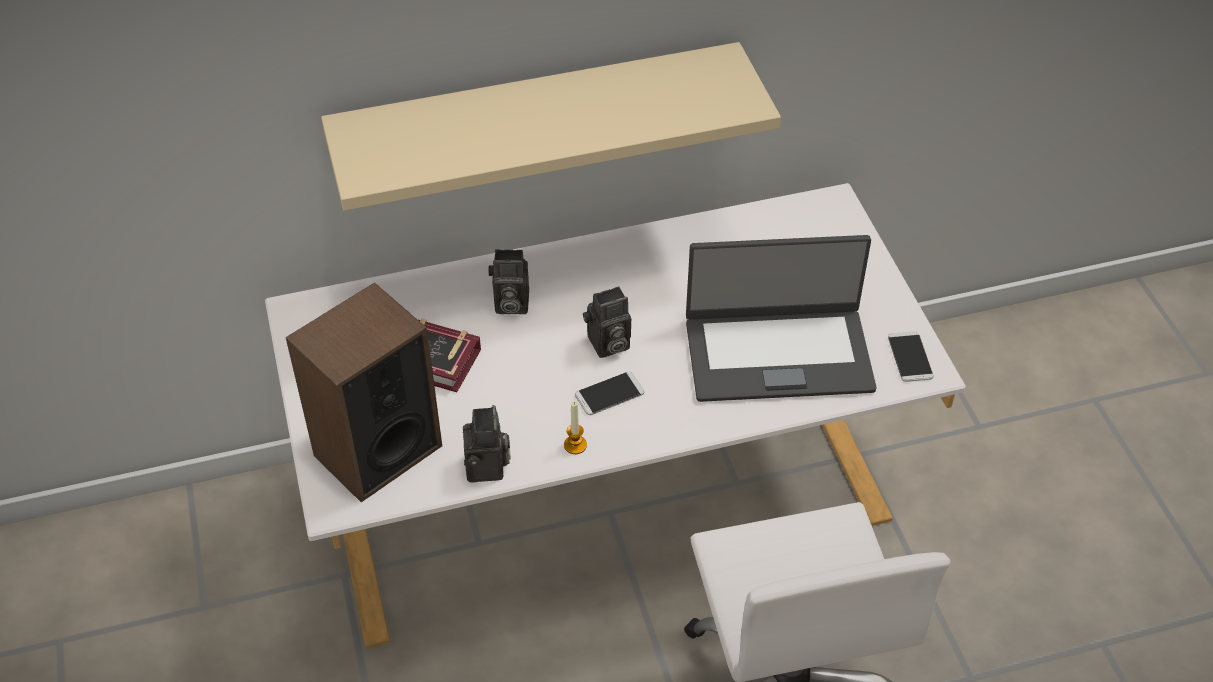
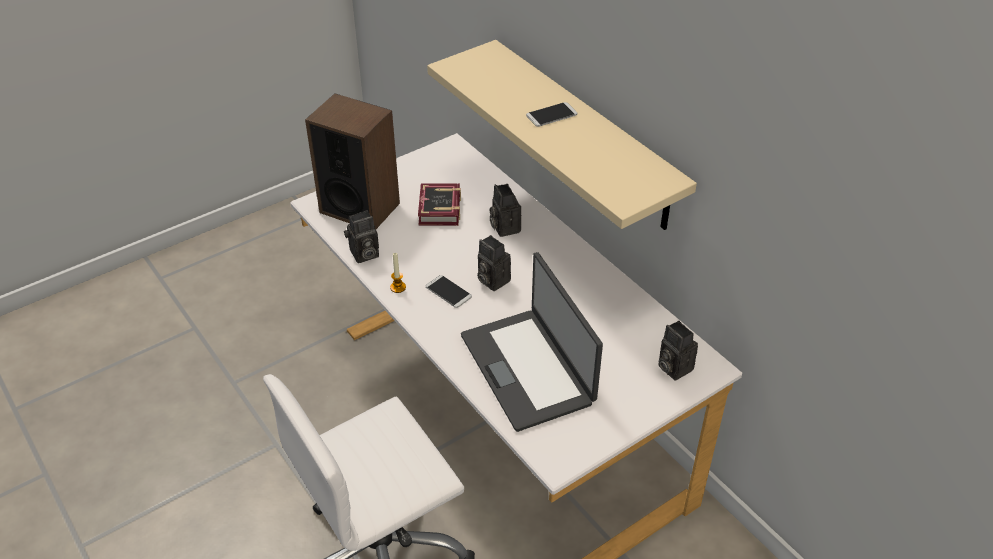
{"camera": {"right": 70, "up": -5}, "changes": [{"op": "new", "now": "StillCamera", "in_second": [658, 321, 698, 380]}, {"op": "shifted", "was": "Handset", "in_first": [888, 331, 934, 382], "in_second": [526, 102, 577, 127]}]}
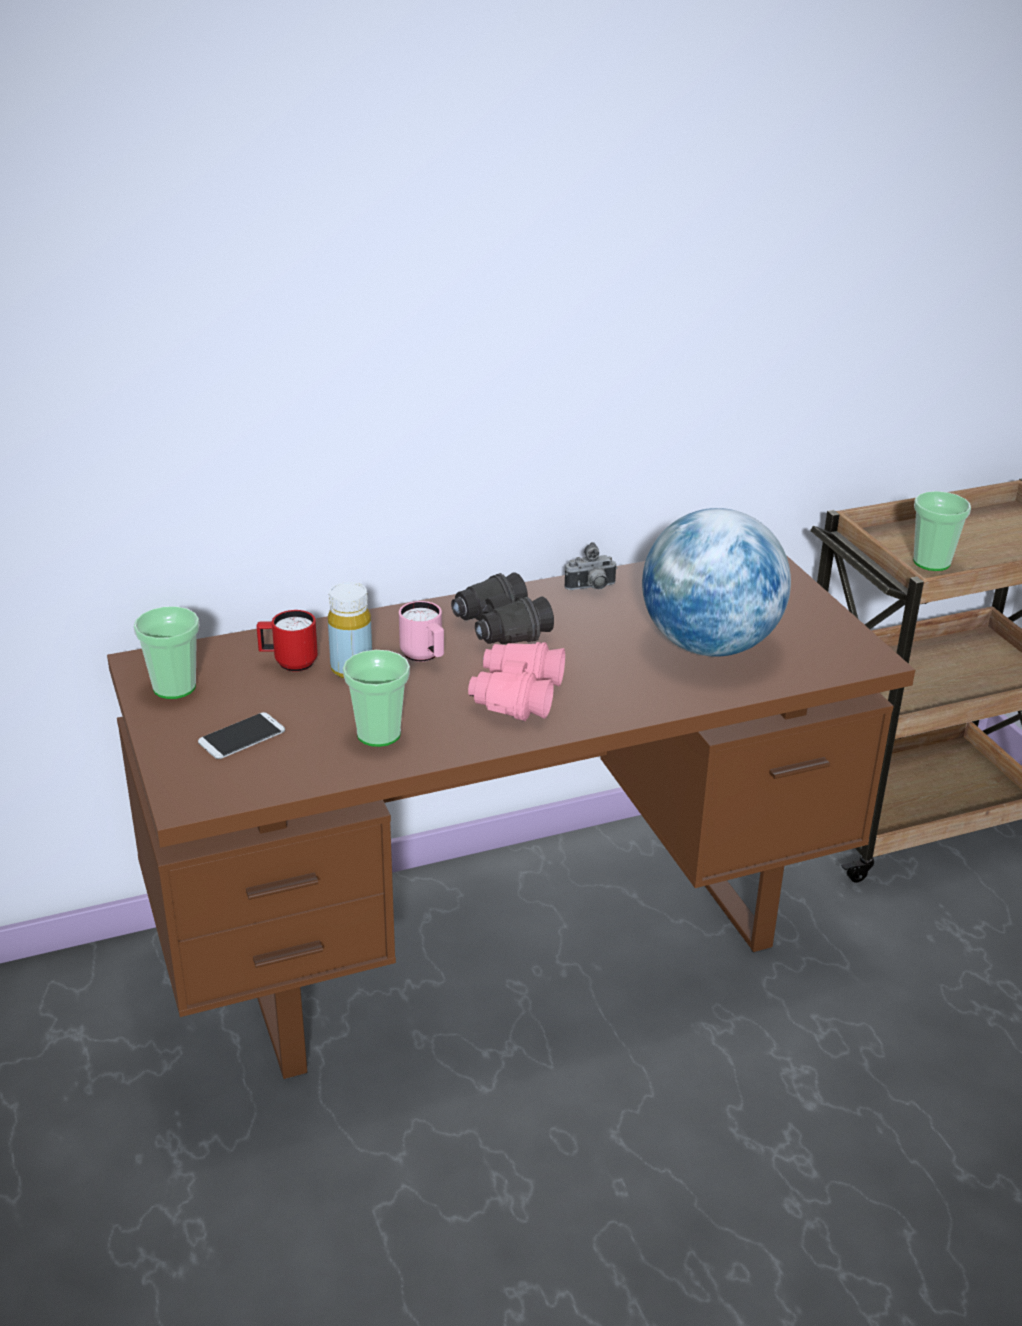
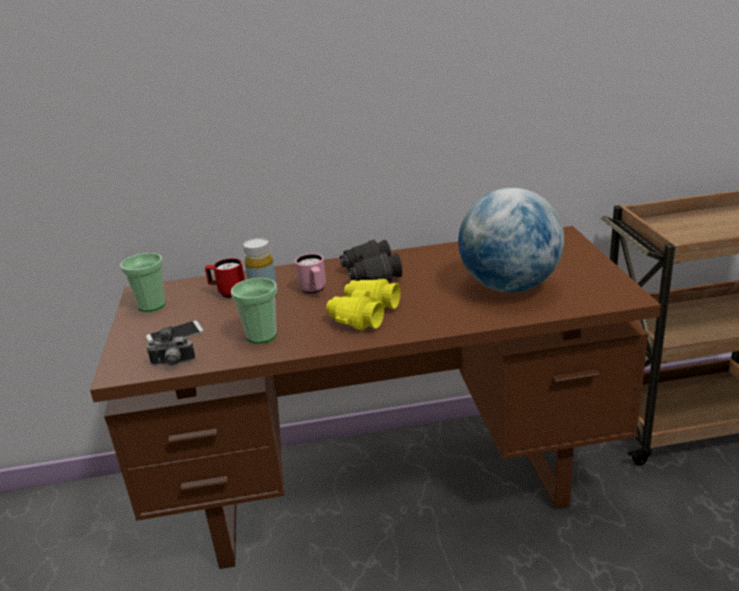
{"camera": {"right": 15, "up": -5}, "changes": [{"op": "gone", "was": "SmallCup", "in_first": [913, 491, 971, 571]}, {"op": "shifted", "was": "StillCamera", "in_first": [564, 542, 617, 590], "in_second": [147, 326, 195, 366]}, {"op": "repainted", "was": "PinkColouredPairOfBinoculars", "now": "YellowColouredPairOfBinoculars", "in_first": [468, 642, 565, 721], "in_second": [326, 279, 401, 331]}]}
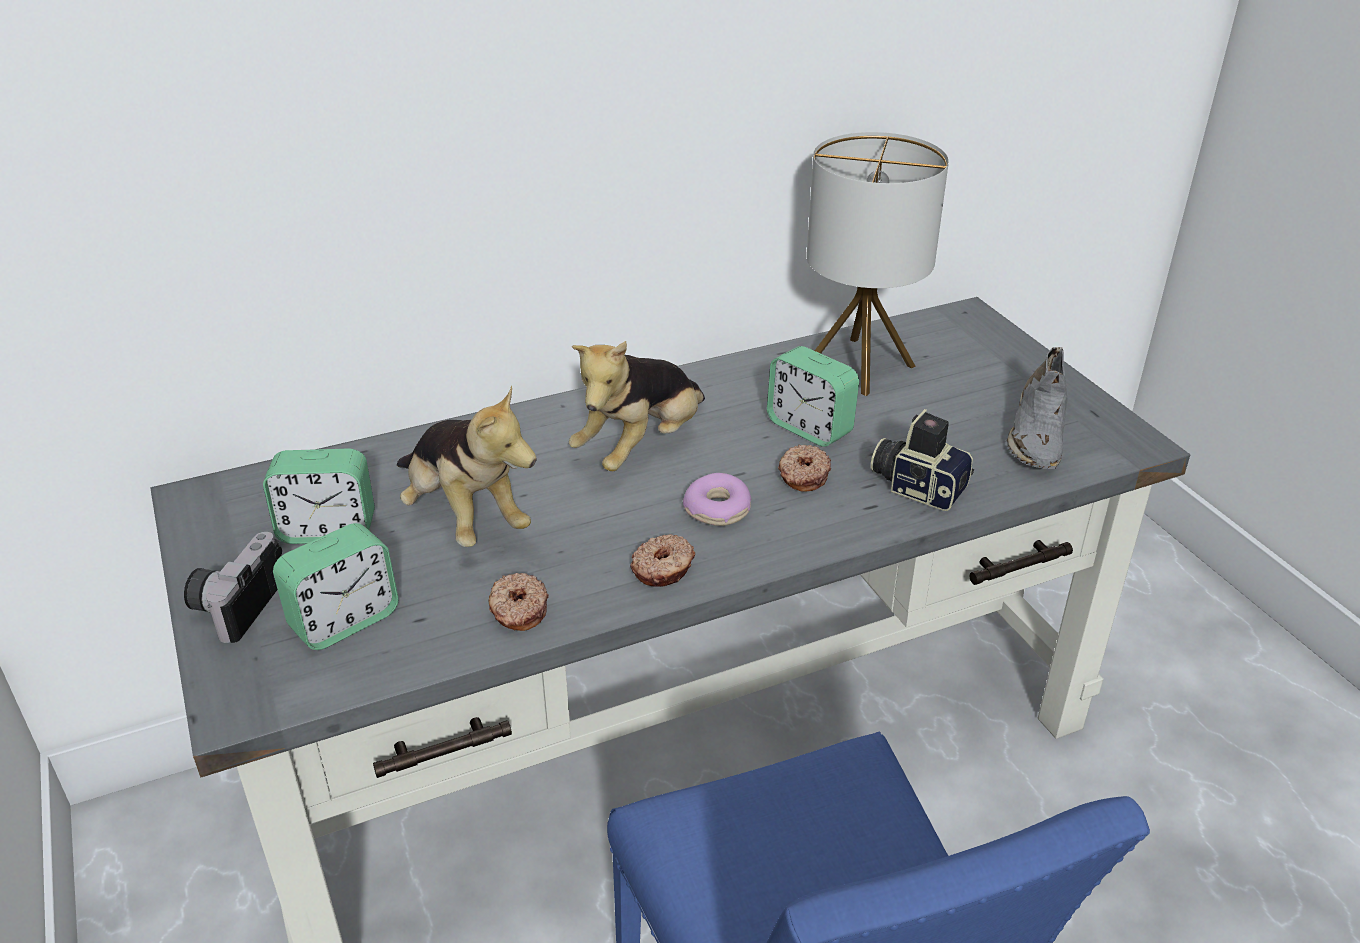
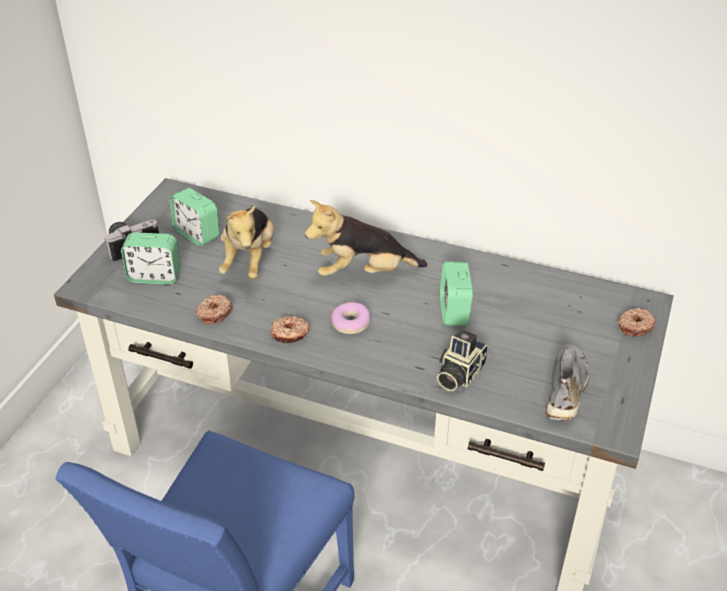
{"camera": {"right": 45, "up": 5}, "changes": [{"op": "gone", "was": "LampForATable", "in_first": [806, 132, 949, 396]}, {"op": "shifted", "was": "RingDoughnut", "in_first": [778, 445, 831, 492], "in_second": [618, 308, 656, 336]}, {"op": "rotated", "was": "StillCamera", "in_first": [871, 409, 974, 511], "in_second": [437, 329, 488, 391], "clockwise": -135}, {"op": "rotated", "was": "GreyShoe", "in_first": [1006, 347, 1068, 469], "in_second": [545, 344, 589, 421], "clockwise": 135}]}
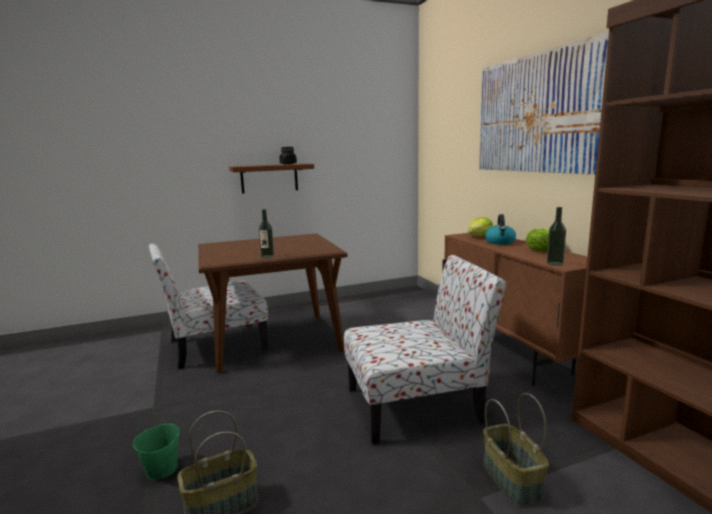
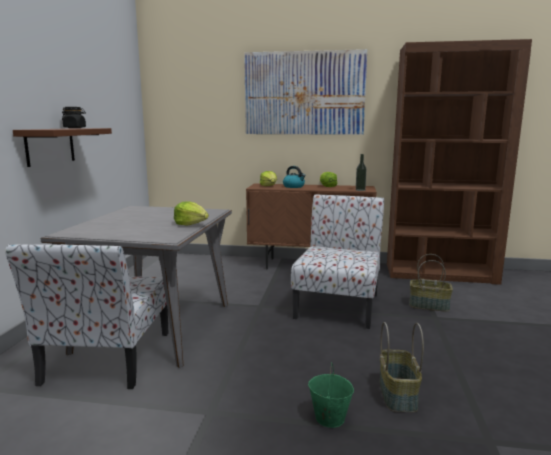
{"camera": {"right": -60, "up": 0}, "changes": [{"op": "swapped", "was": "Bottle", "now": "HeadOfLettuce", "in_first": [259, 209, 274, 258], "in_second": [174, 201, 209, 226]}, {"op": "repainted", "was": "BrownishDiningTable", "now": "GreyDiningTable", "in_first": [198, 233, 348, 374], "in_second": [41, 206, 232, 368]}]}
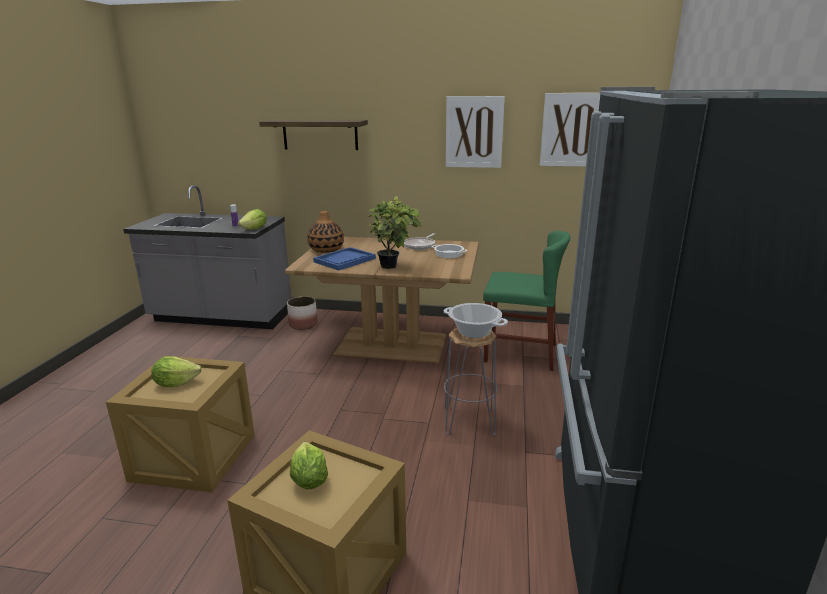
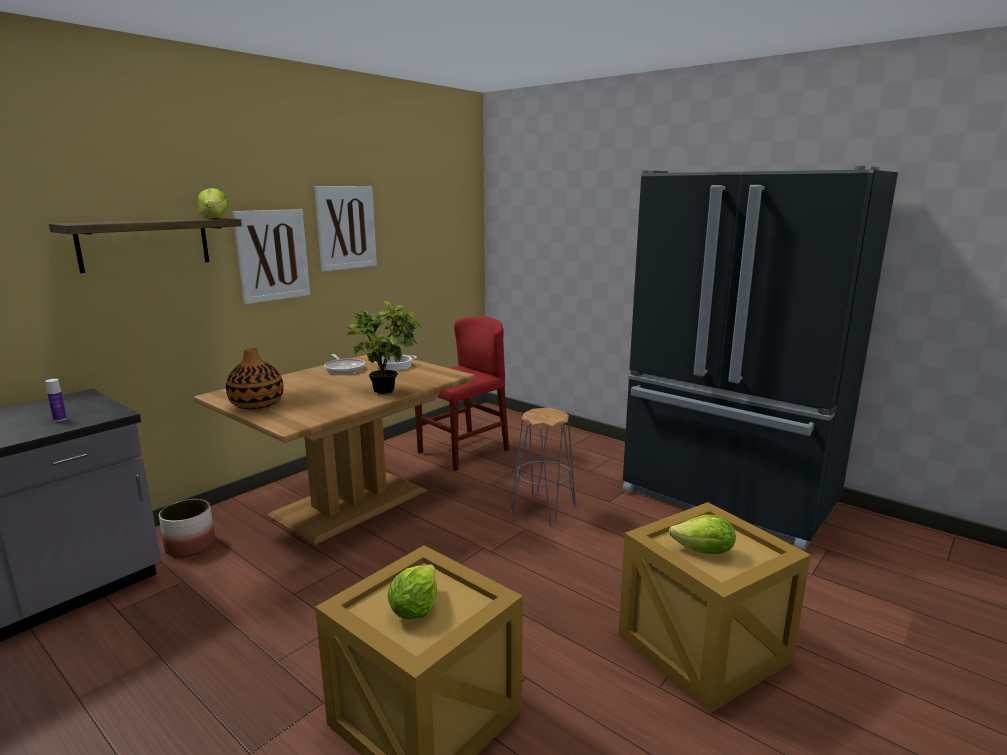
{"camera": {"right": -60, "up": -5}, "changes": [{"op": "gone", "was": "BlueTray", "in_first": [313, 247, 376, 271]}, {"op": "gone", "was": "Stockpot", "in_first": [444, 303, 508, 338]}, {"op": "shifted", "was": "HeadOfLettuce", "in_first": [238, 209, 267, 229], "in_second": [198, 188, 228, 219]}, {"op": "shifted", "was": "WallArt", "in_first": [540, 93, 600, 167], "in_second": [233, 209, 310, 304]}, {"op": "repainted", "was": "GreenishChair", "now": "RedChair", "in_first": [483, 230, 570, 371], "in_second": [415, 316, 509, 471]}]}
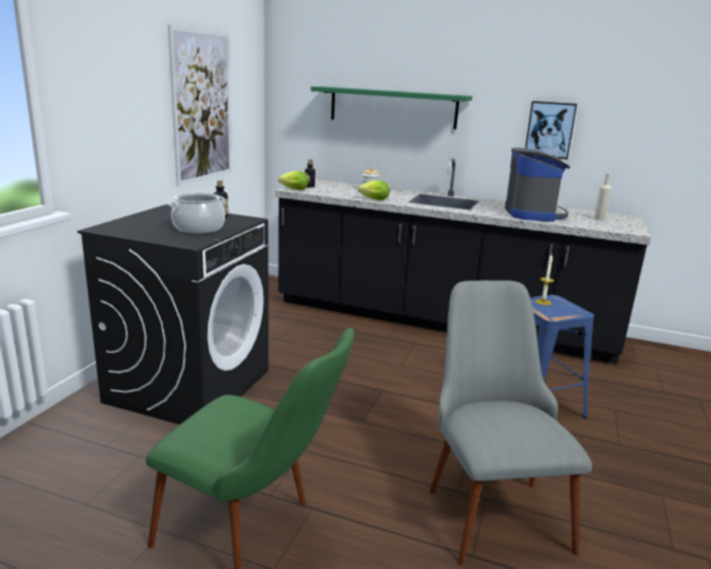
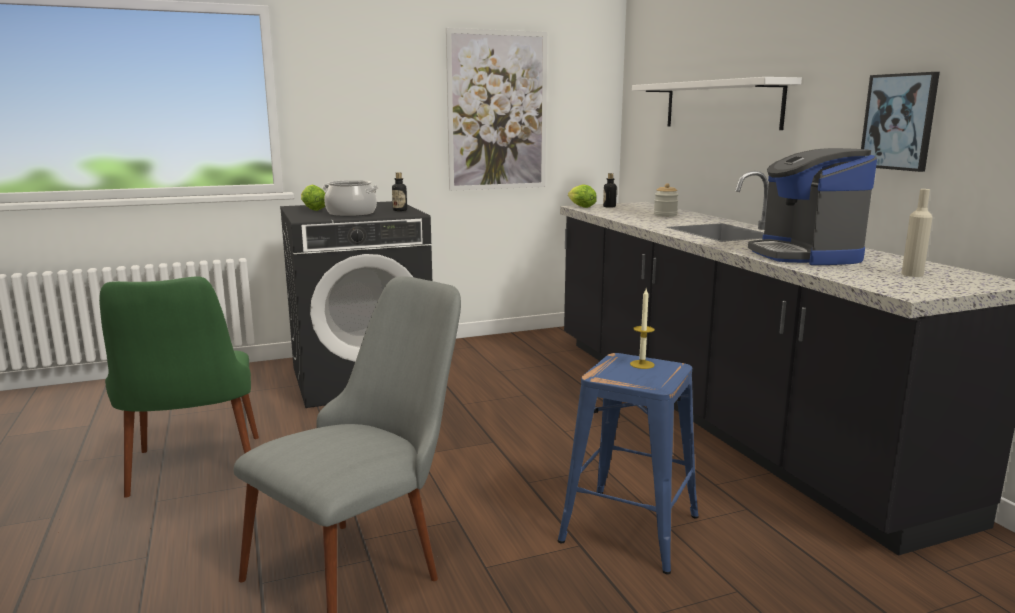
{"camera": {"right": 50, "up": -5}, "changes": [{"op": "shifted", "was": "HeadOfLettuce", "in_first": [358, 180, 390, 200], "in_second": [301, 185, 325, 211]}, {"op": "repainted", "was": "GreenishWallShelf", "now": "WhiteWallShelf", "in_first": [311, 86, 472, 129], "in_second": [632, 77, 802, 130]}, {"op": "rotated", "was": "CoffeeMaker", "in_first": [505, 148, 570, 222], "in_second": [748, 148, 877, 265], "clockwise": 120}]}
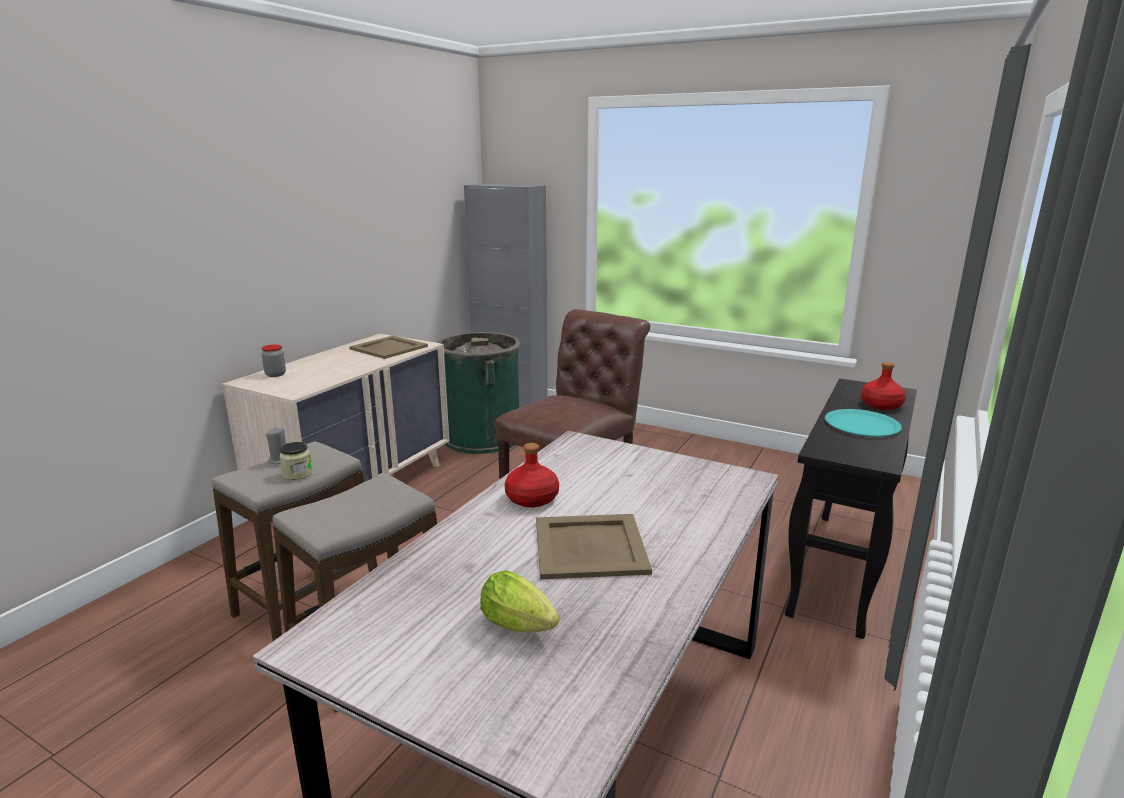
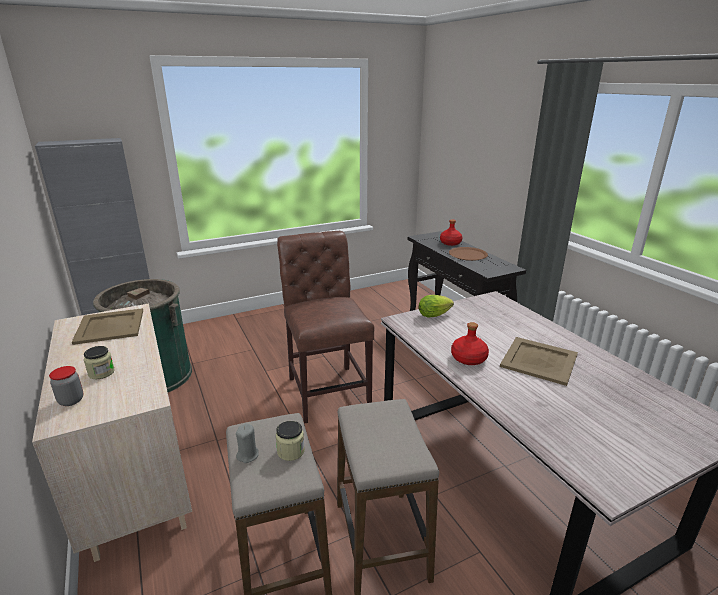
{"camera": {"right": -55, "up": 5}, "changes": [{"op": "new", "now": "StorageJar", "in_second": [84, 346, 115, 379]}, {"op": "shifted", "was": "HeadOfLettuce", "in_first": [480, 570, 559, 632], "in_second": [419, 295, 454, 317]}, {"op": "repainted", "was": "TurquoiseColouredDinnerPlate", "now": "BrownishDinnerPlate", "in_first": [825, 409, 902, 437], "in_second": [449, 247, 488, 261]}]}
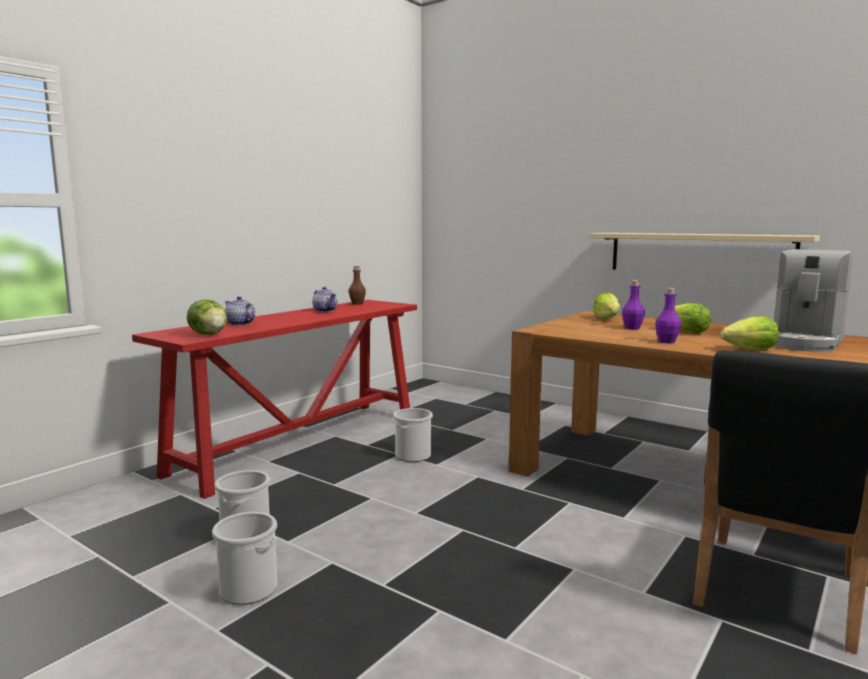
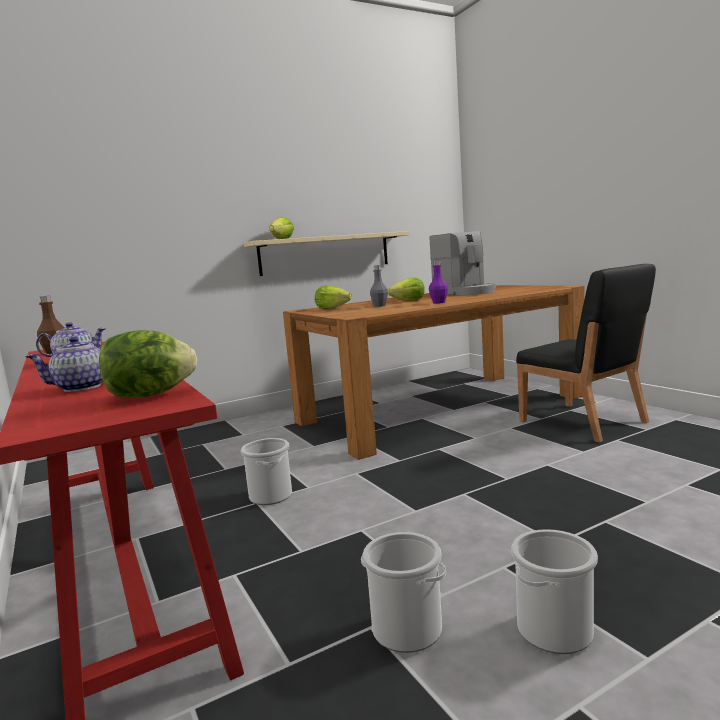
{"camera": {"right": -65, "up": 0}, "changes": [{"op": "shifted", "was": "HeadOfLettuce", "in_first": [720, 316, 779, 350], "in_second": [269, 218, 294, 239]}, {"op": "repainted", "was": "PurpleBottle", "now": "GreyBottle", "in_first": [622, 280, 645, 330], "in_second": [370, 265, 388, 307]}]}
